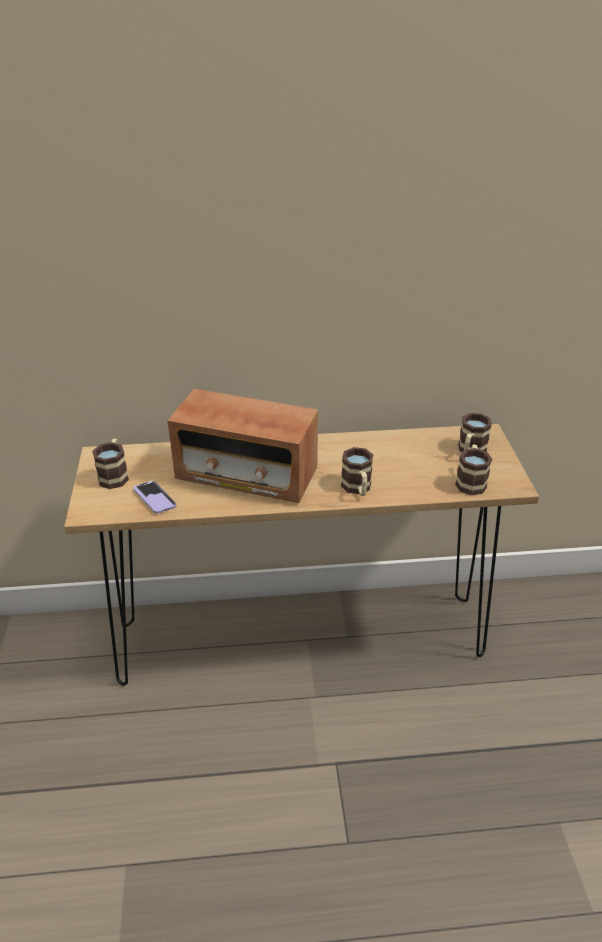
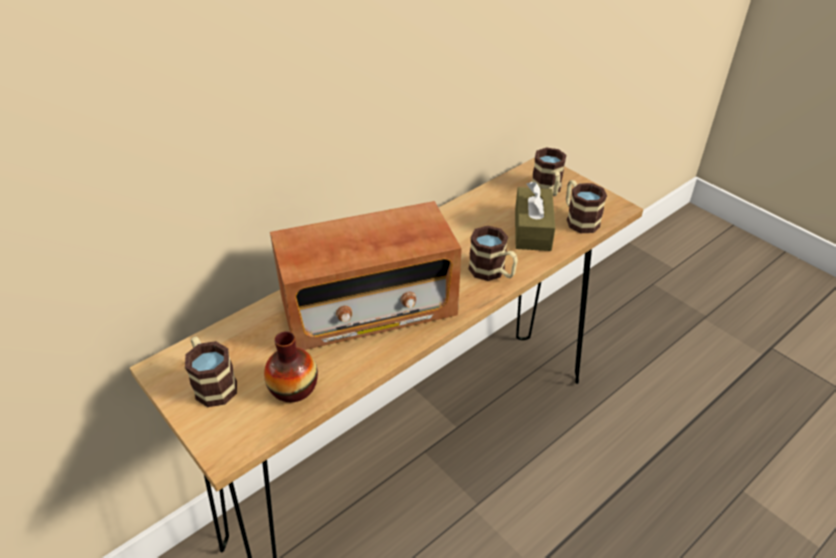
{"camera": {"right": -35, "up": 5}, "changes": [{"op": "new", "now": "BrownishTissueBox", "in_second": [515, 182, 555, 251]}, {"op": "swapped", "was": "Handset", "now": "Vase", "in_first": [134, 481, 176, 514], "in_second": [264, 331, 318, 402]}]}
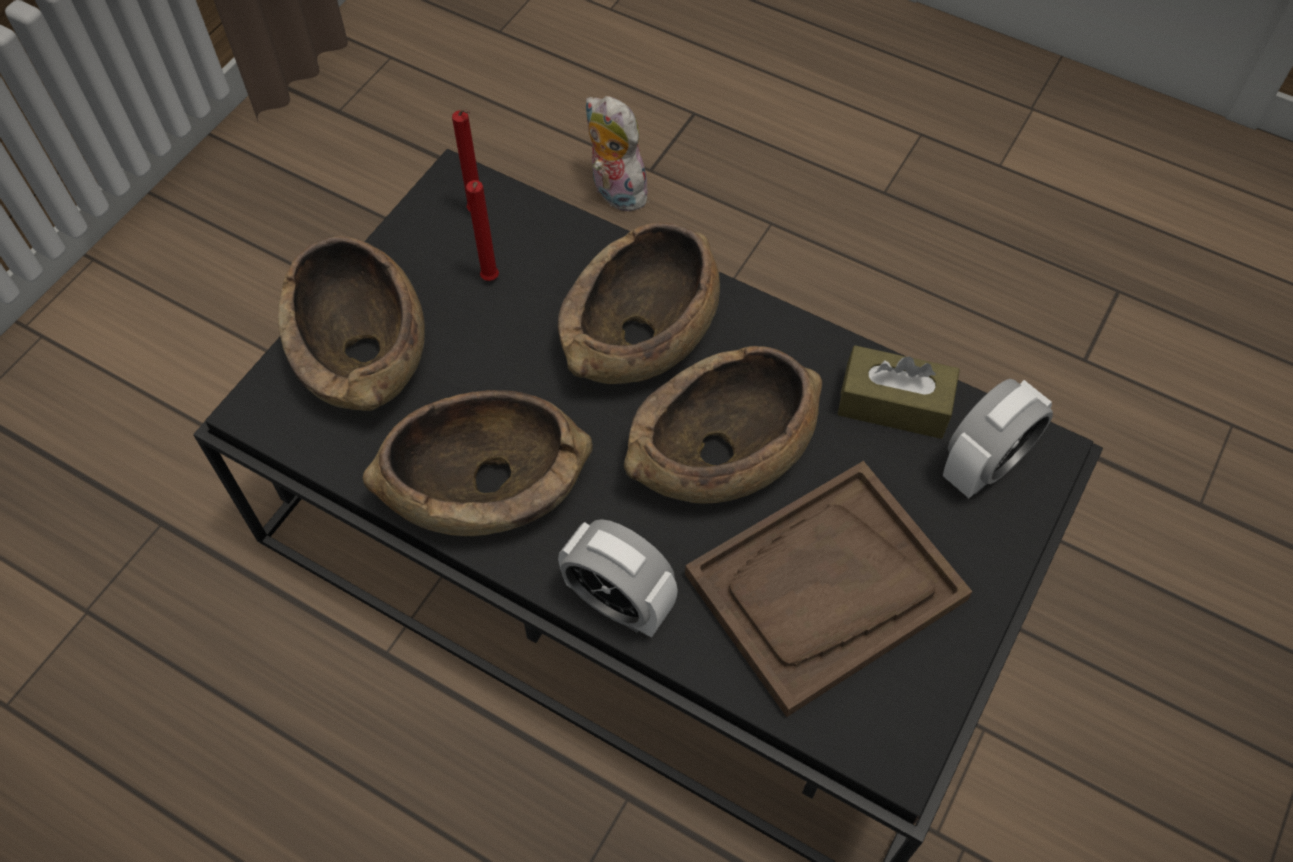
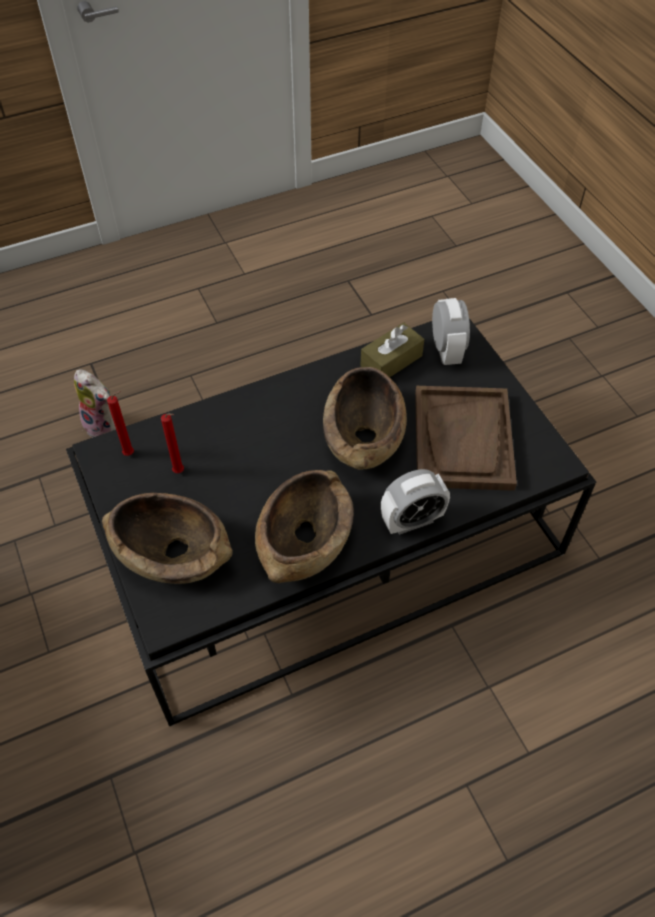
{"camera": {"right": -55, "up": -5}, "changes": [{"op": "gone", "was": "BrownishBowl", "in_first": [558, 222, 720, 384]}, {"op": "rotated", "was": "SoftToy", "in_first": [585, 96, 648, 212], "in_second": [74, 369, 116, 438], "clockwise": -135}]}
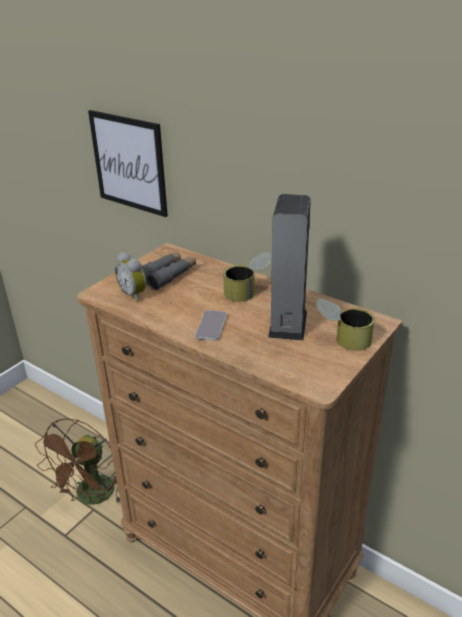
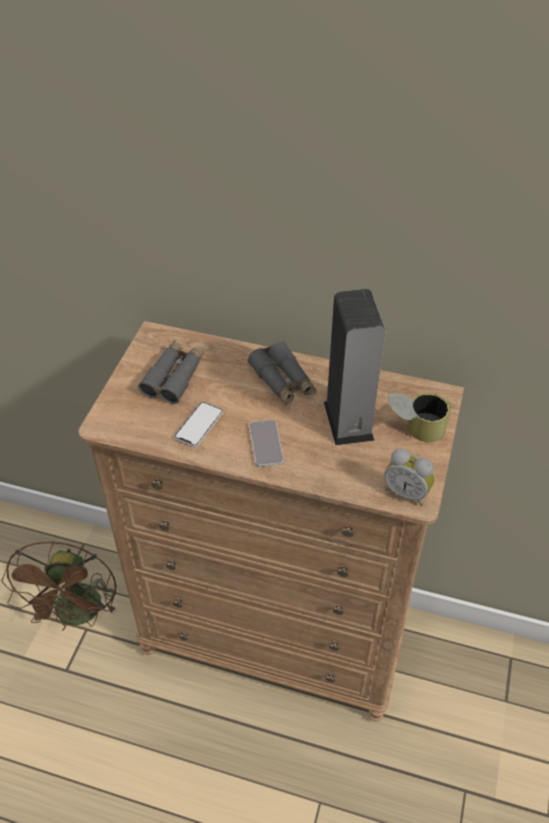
{"camera": {"right": -20, "up": 15}, "changes": [{"op": "gone", "was": "WallArt", "in_first": [88, 110, 168, 217]}, {"op": "new", "now": "Handset", "in_second": [174, 402, 223, 447]}, {"op": "shifted", "was": "TableClock", "in_first": [115, 252, 146, 302], "in_second": [384, 449, 435, 506]}, {"op": "swapped", "was": "SealedCan", "now": "GreyPairOfBinoculars", "in_first": [223, 252, 272, 302], "in_second": [248, 341, 316, 406]}]}
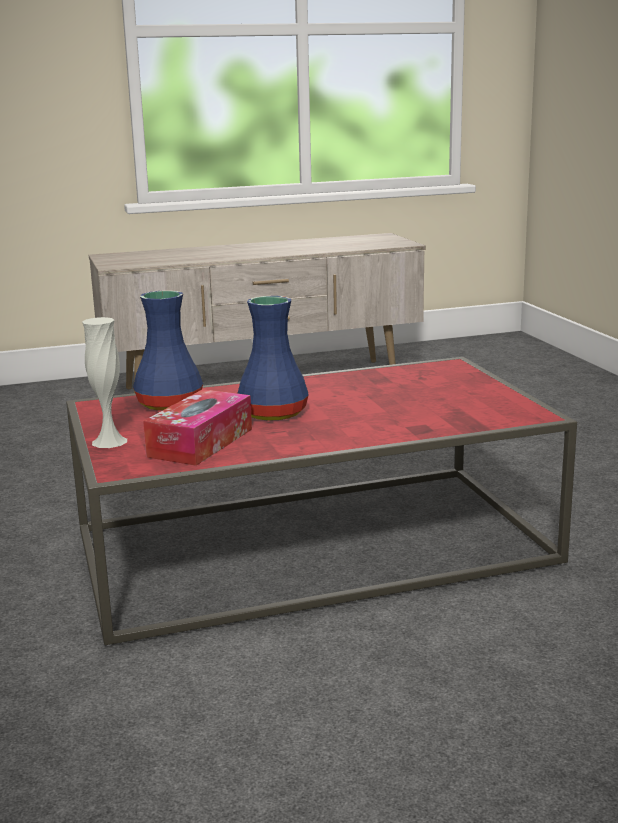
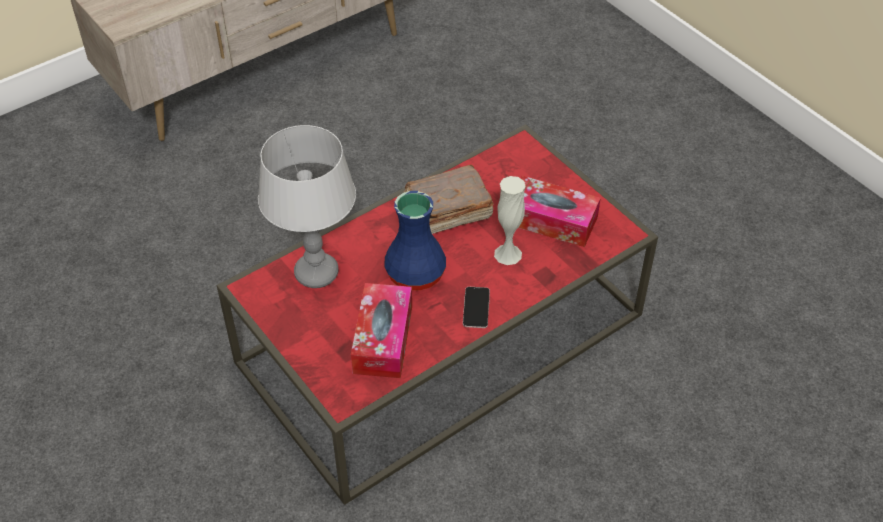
{"camera": {"right": -20, "up": 30}, "changes": [{"op": "new", "now": "BrownishVolume", "in_second": [403, 165, 494, 234]}, {"op": "new", "now": "Handset", "in_second": [463, 287, 490, 328]}, {"op": "new", "now": "TissueBox", "in_second": [518, 175, 601, 247]}, {"op": "shifted", "was": "WhiteVase", "in_first": [82, 317, 127, 448], "in_second": [494, 176, 526, 265]}, {"op": "swapped", "was": "BlueVase", "now": "GreyLampForATable", "in_first": [133, 290, 203, 411], "in_second": [258, 125, 356, 288]}]}
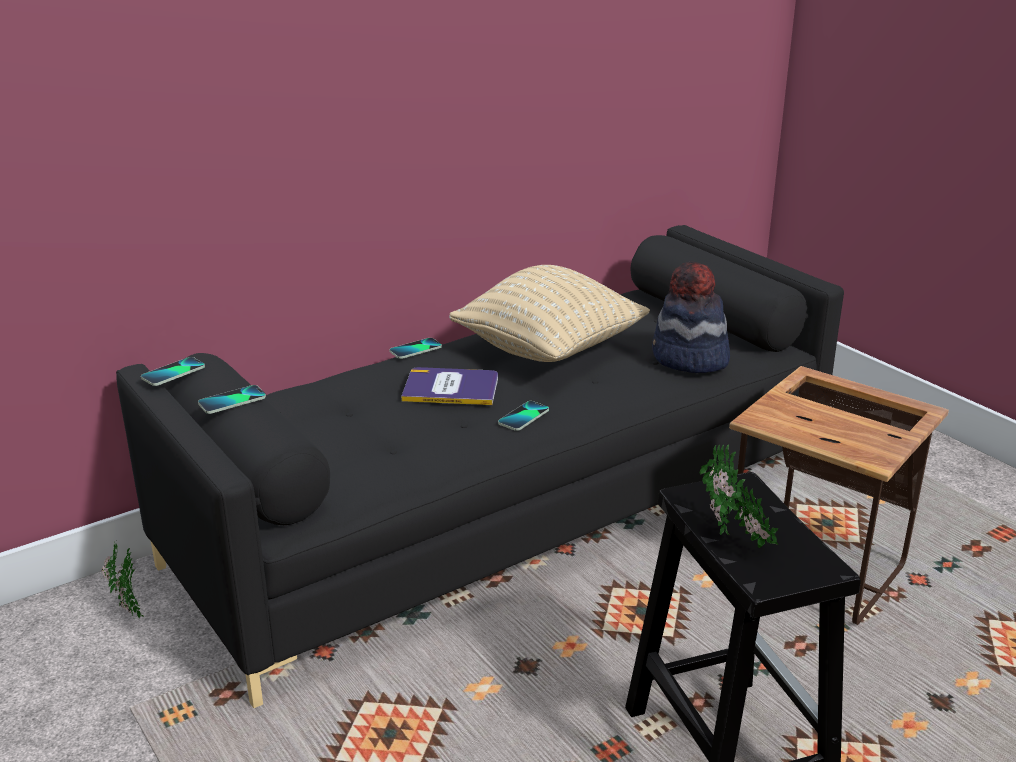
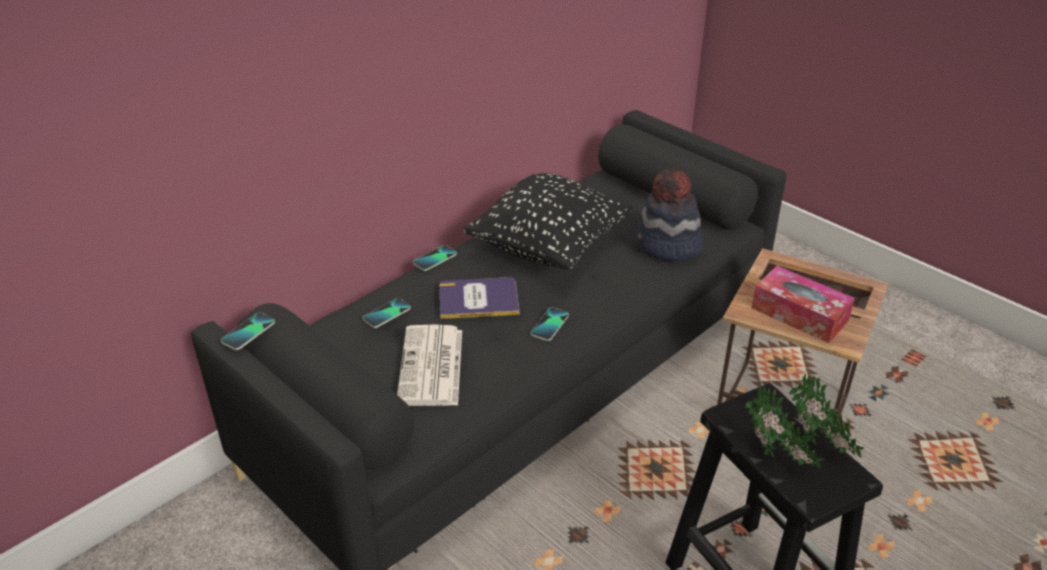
{"camera": {"right": -10, "up": 10}, "changes": [{"op": "new", "now": "Newspaper", "in_second": [397, 325, 462, 406]}, {"op": "new", "now": "TissueBox", "in_second": [752, 266, 855, 343]}, {"op": "shifted", "was": "PottedPlant", "in_first": [101, 540, 144, 618], "in_second": [790, 374, 864, 458]}, {"op": "shifted", "was": "Handset", "in_first": [198, 385, 266, 414], "in_second": [362, 298, 411, 328]}, {"op": "repainted", "was": "BeigeColouredCushion", "now": "BlackColouredCushion", "in_first": [449, 265, 650, 362], "in_second": [464, 173, 632, 270]}]}
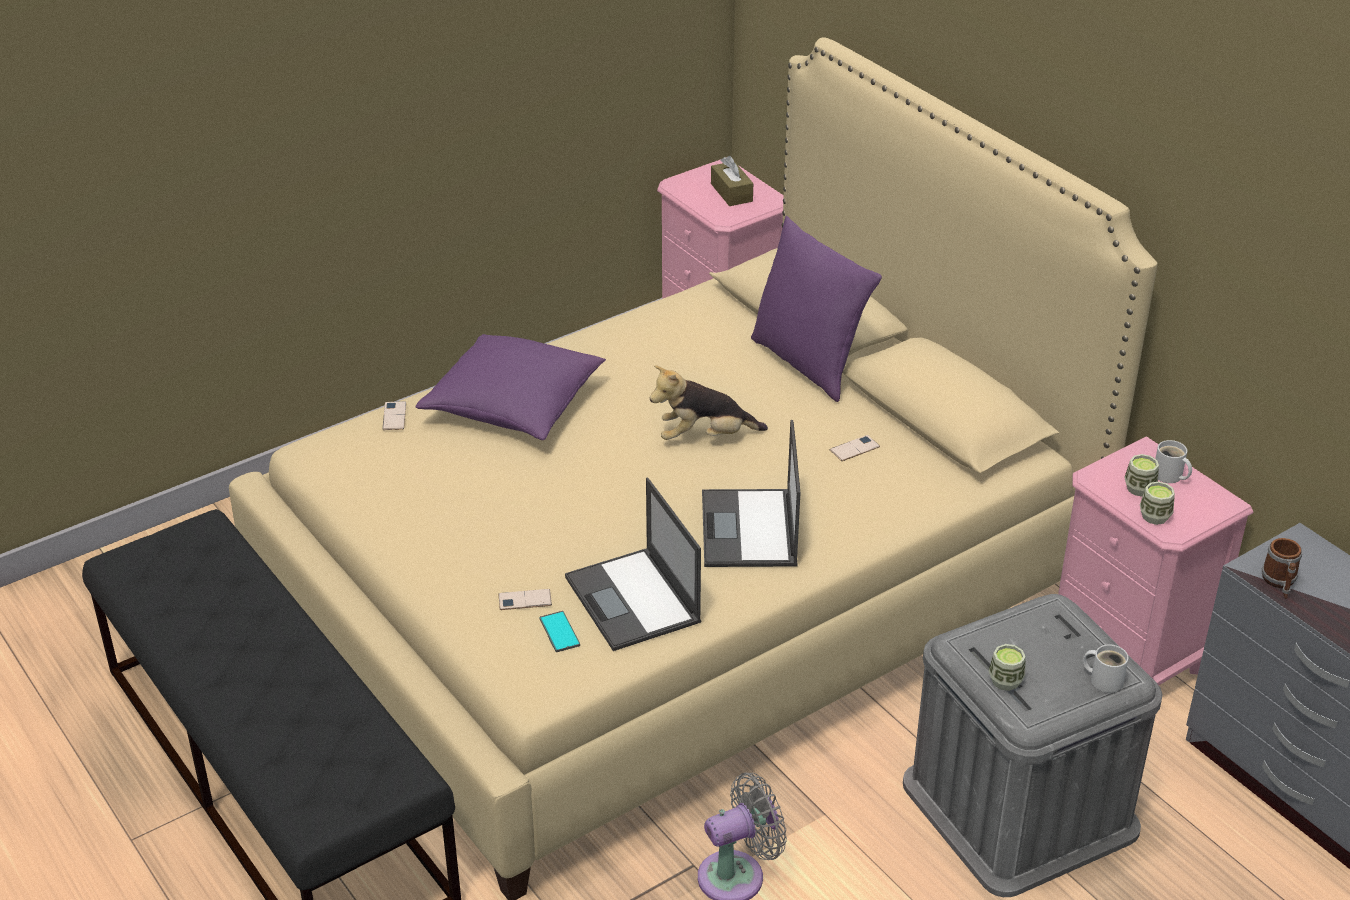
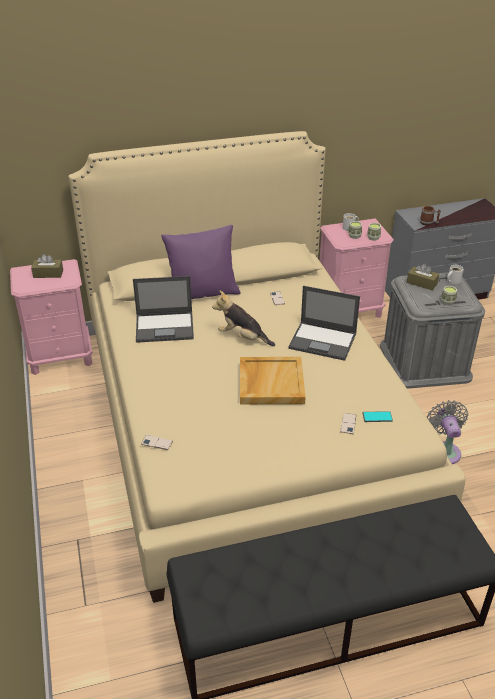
{"camera": {"right": -70, "up": 0}, "changes": [{"op": "gone", "was": "PurpleCushion", "in_first": [416, 334, 606, 440]}, {"op": "new", "now": "BeigeColouredTray", "in_second": [240, 357, 305, 404]}, {"op": "new", "now": "BrownishTissueBox", "in_second": [407, 264, 439, 290]}, {"op": "shifted", "was": "NotebookComputer", "in_first": [565, 478, 701, 651], "in_second": [133, 276, 194, 343]}, {"op": "rotated", "was": "SoftToy", "in_first": [650, 365, 768, 440], "in_second": [212, 291, 275, 346], "clockwise": 105}]}
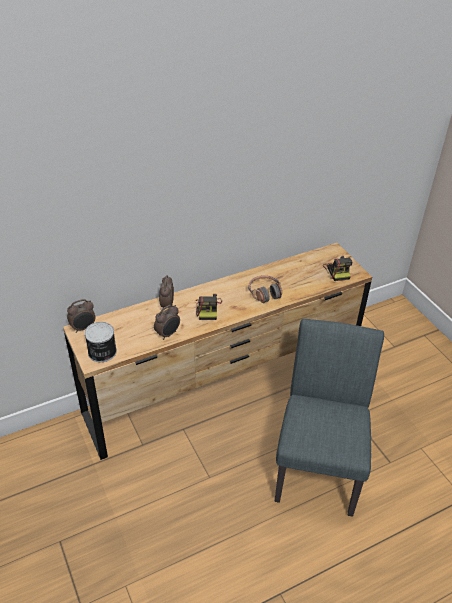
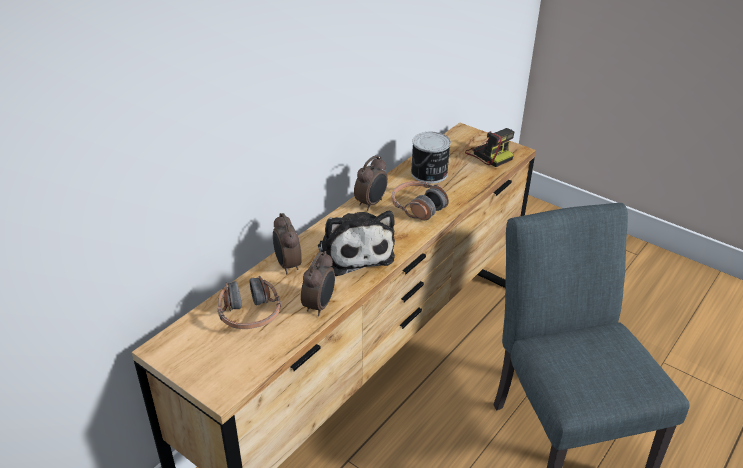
{"camera": {"right": -25, "up": -5}, "changes": [{"op": "new", "now": "Headset", "in_second": [218, 276, 281, 329]}, {"op": "shifted", "was": "TableClock", "in_first": [67, 299, 96, 333], "in_second": [354, 155, 388, 210]}, {"op": "shifted", "was": "SealedCan", "in_first": [84, 322, 117, 362], "in_second": [411, 132, 451, 183]}, {"op": "swapped", "was": "StillCamera", "now": "SoftToy", "in_first": [196, 294, 222, 320], "in_second": [318, 210, 395, 276]}]}
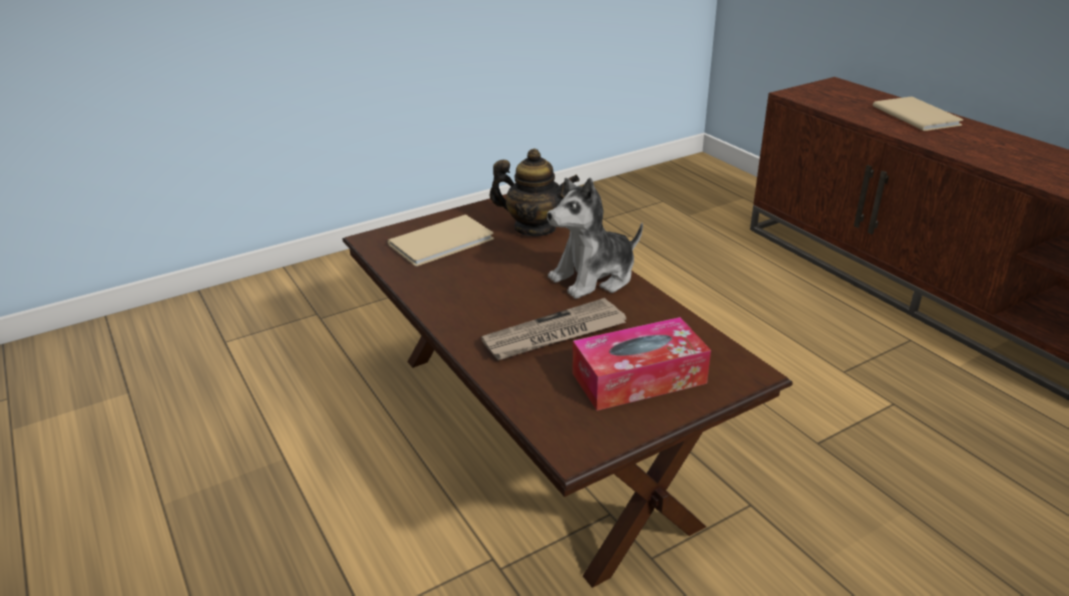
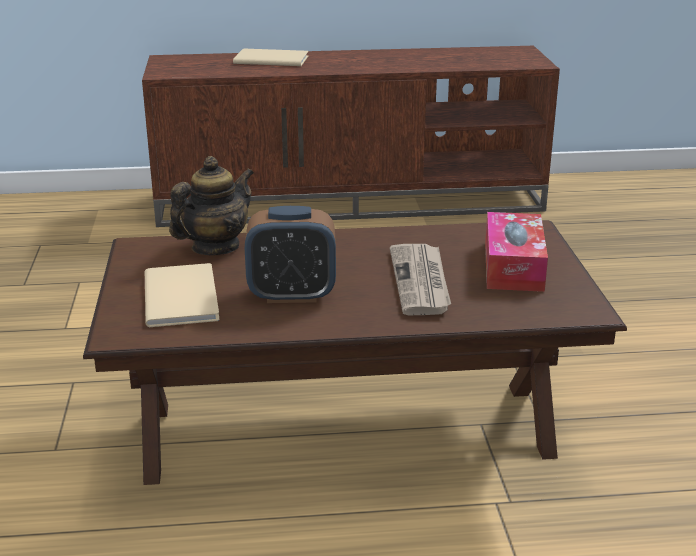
{"camera": {"right": -65, "up": -5}, "changes": [{"op": "gone", "was": "SoftToy", "in_first": [547, 178, 643, 299]}, {"op": "new", "now": "TableClock", "in_second": [245, 206, 336, 303]}]}
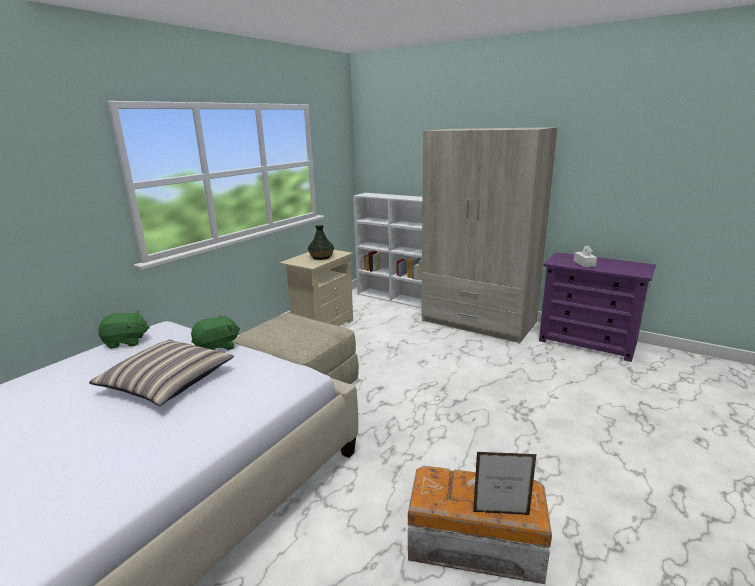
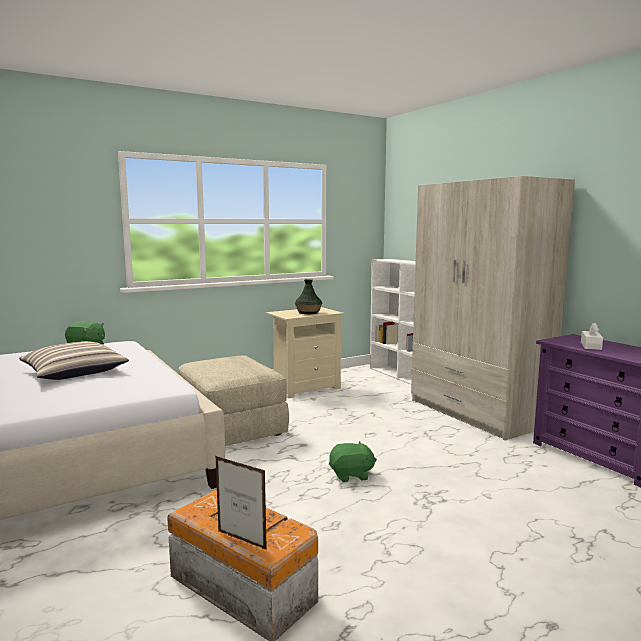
{"camera": {"right": 25, "up": -10}, "changes": [{"op": "shifted", "was": "GreenishSoftToy", "in_first": [191, 315, 240, 350], "in_second": [329, 441, 377, 482]}]}
